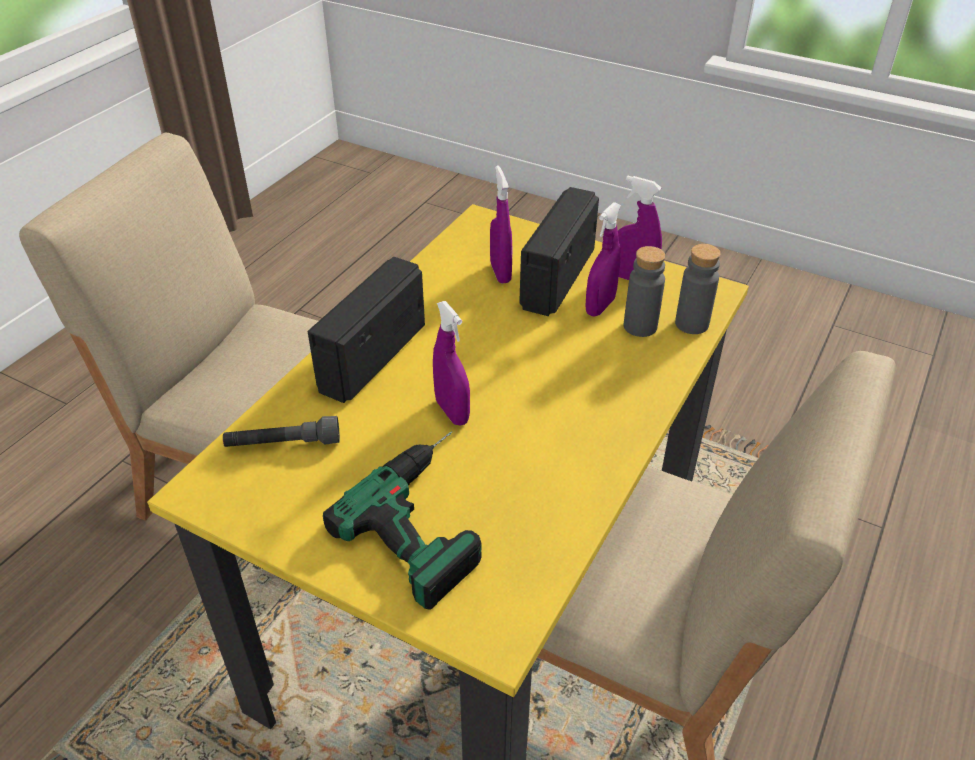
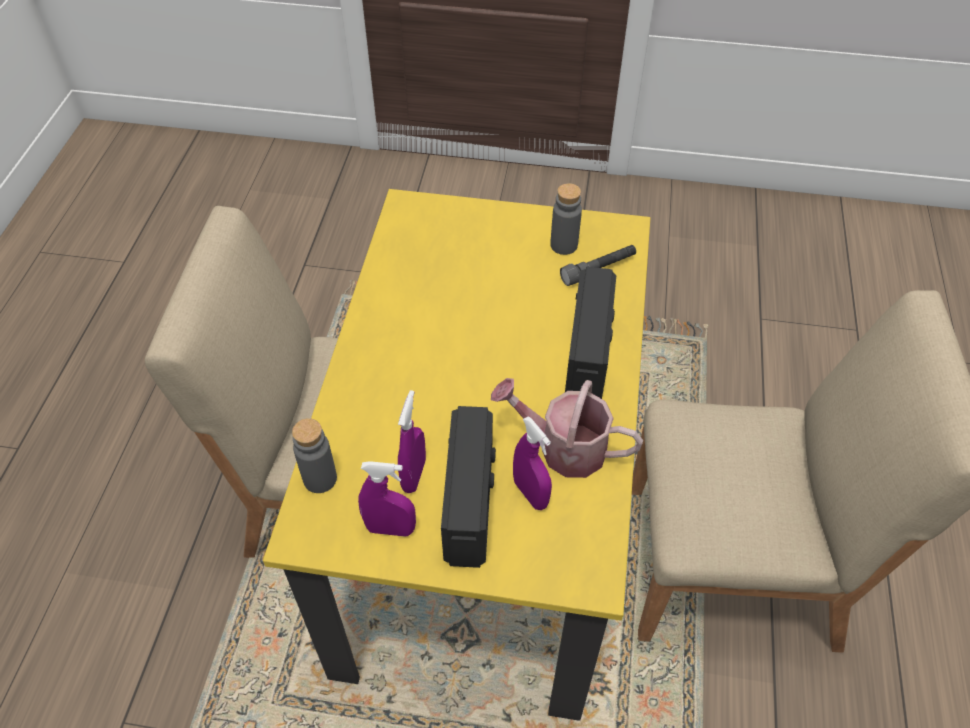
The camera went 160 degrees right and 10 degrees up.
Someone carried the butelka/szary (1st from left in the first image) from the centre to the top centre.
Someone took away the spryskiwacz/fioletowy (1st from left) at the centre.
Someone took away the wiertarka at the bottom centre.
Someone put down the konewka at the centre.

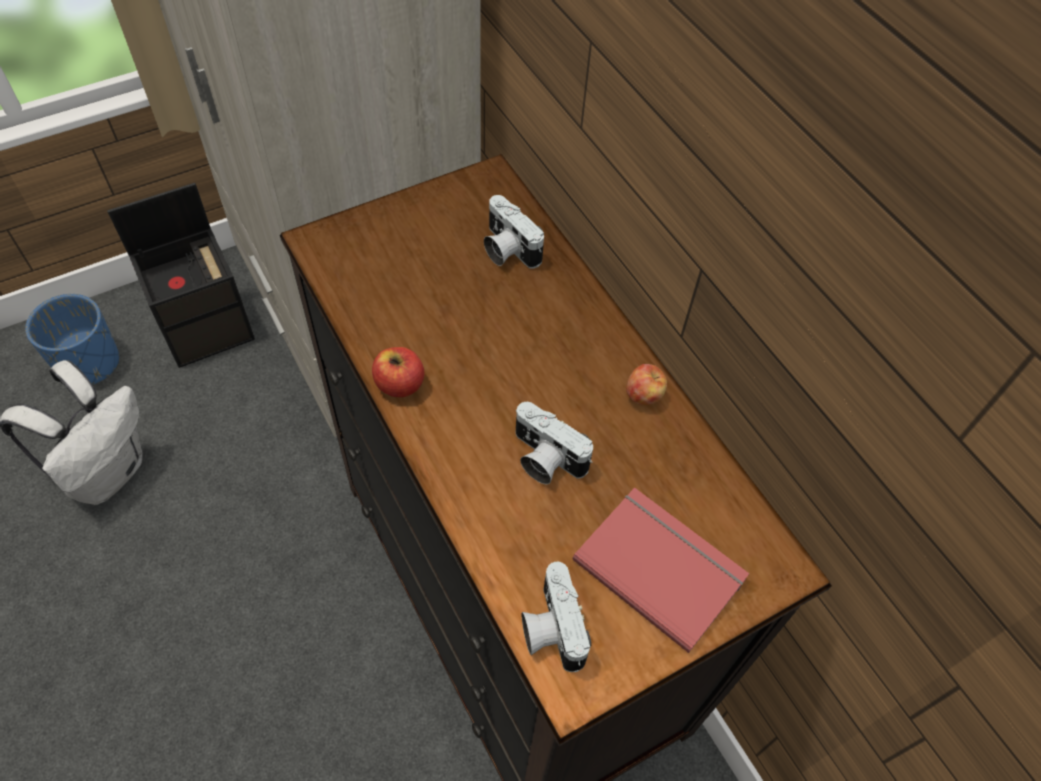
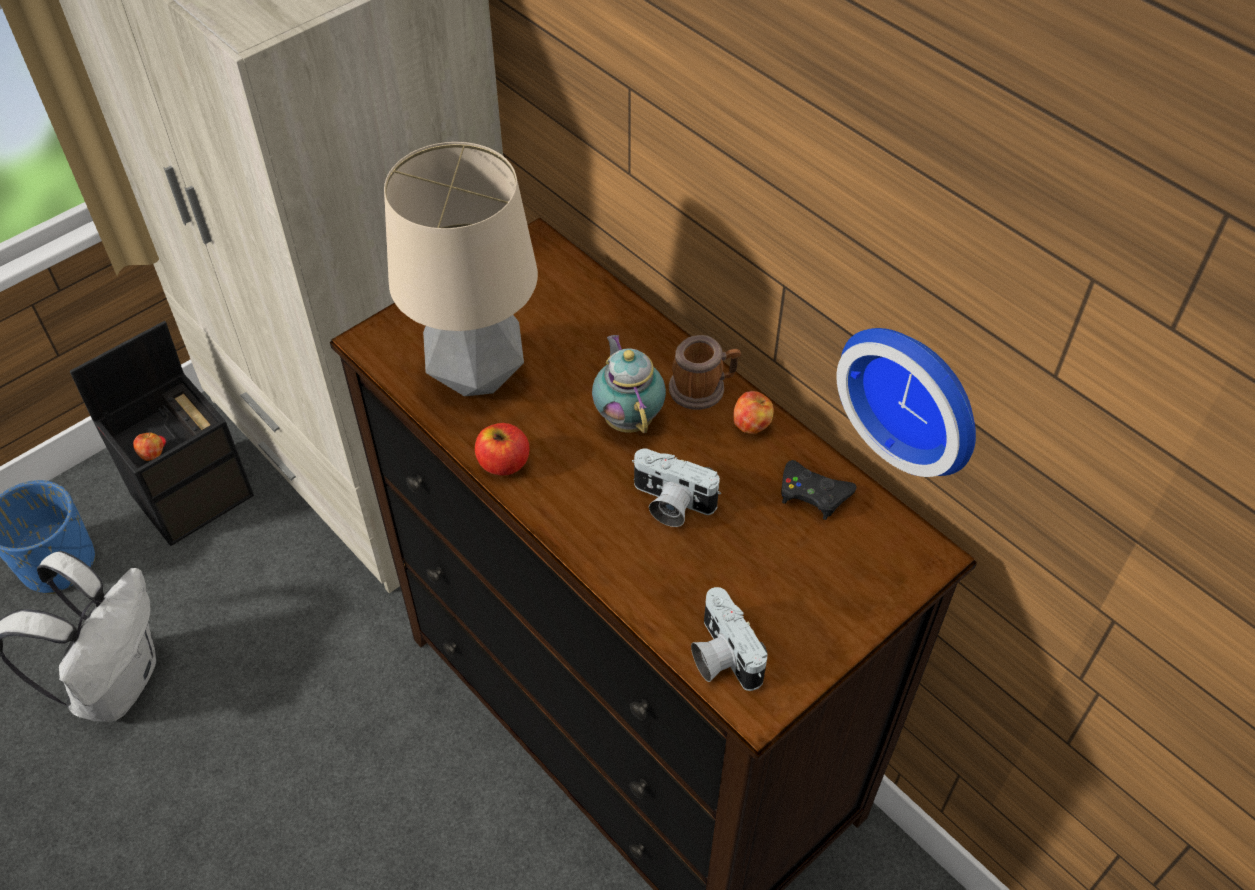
The camera went 10 degrees left and 5 degrees down.
Someone took away the aparat fotograficzny (1st from left) at the top centre.
Someone took away the książka/czerwony at the bottom centre.
Someone put down the lampa stołowa at the top centre.
Someone put up the zegar ścienny at the middle right.
Someone put down the imbryk at the centre.
Someone put down the kubek at the centre.
Someone put down the jabłko (1st from left) at the middle left.
Someone put down the pad do gier/czarny at the centre.

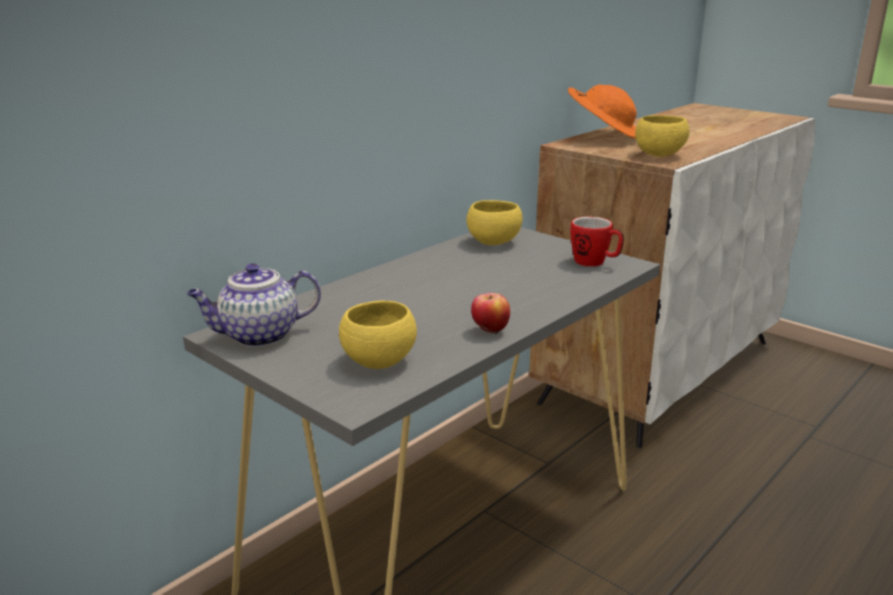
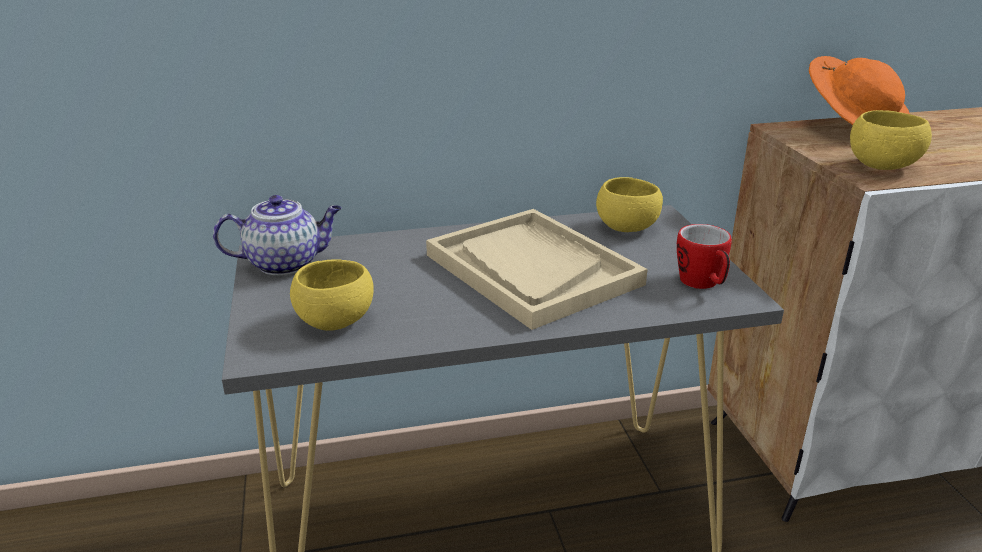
The camera went 35 degrees right and 5 degrees up.
Someone rotated the imbryk at the middle left by 150 degrees clockwise.
Someone took away the jabłko at the centre.
Someone put down the taca/beżowy at the centre.

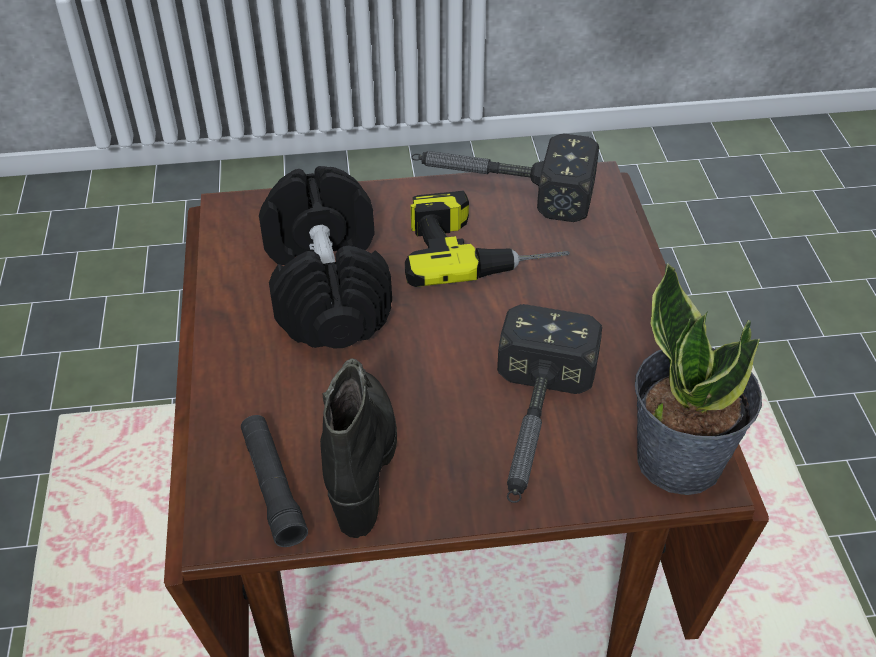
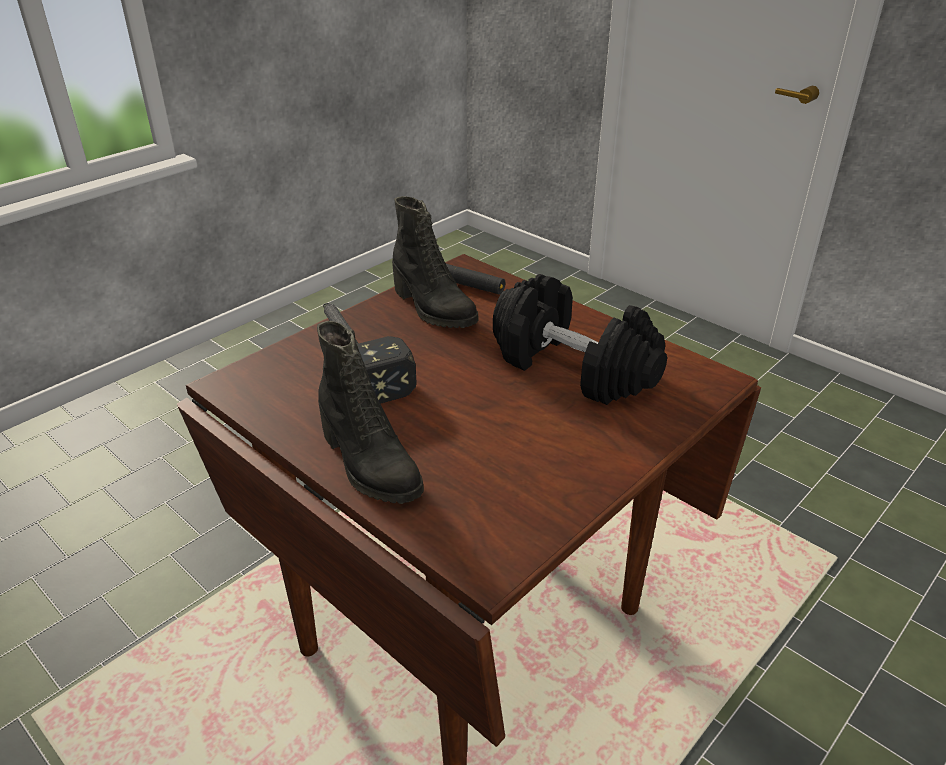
The camera went 140 degrees right and 10 degrees down.
Someone took away the młotek (1st from left) at the top centre.
Someone took away the wiertarka at the centre.
Someone took away the roślina doniczkowa at the middle right.
Someone put down the but z cholewką/czarny (1st from left) at the centre.

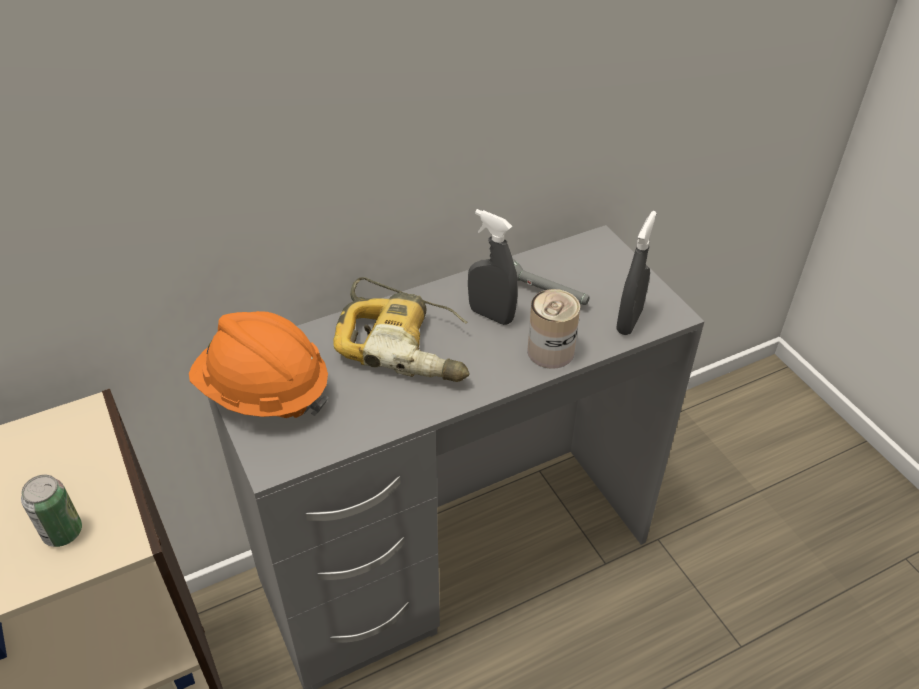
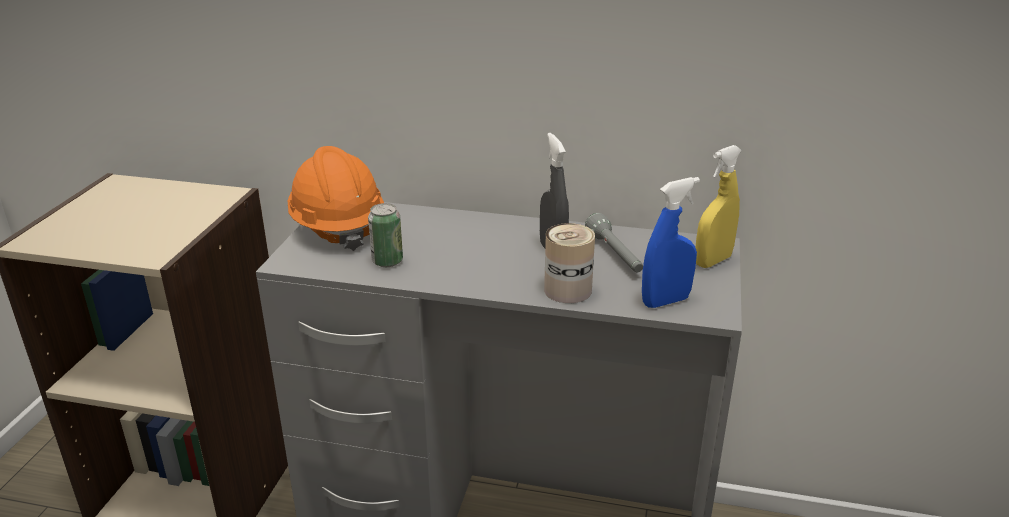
The camera went 40 degrees right and 15 degrees down.
Someone repainted the spryskiwacz/szary (2nd from left) at the middle right, which became the spryskiwacz/niebieski at the centre.
Someone took away the wiertarka at the centre.
Someone carried the puszka (1st from left) from the bottom left to the centre.
Someone put down the spryskiwacz/żółty at the middle right.

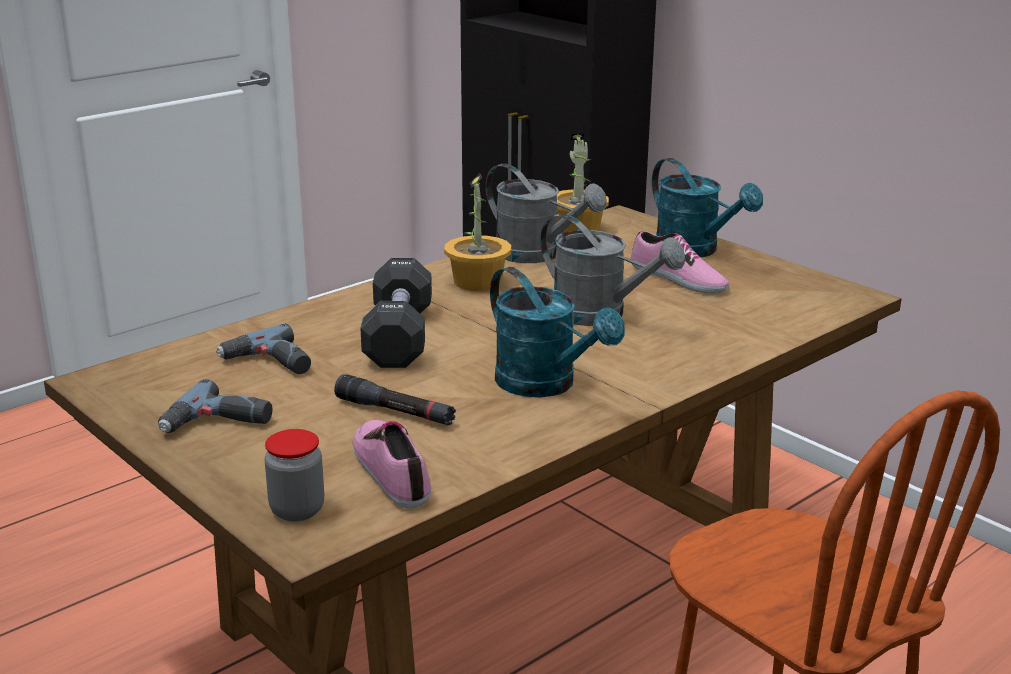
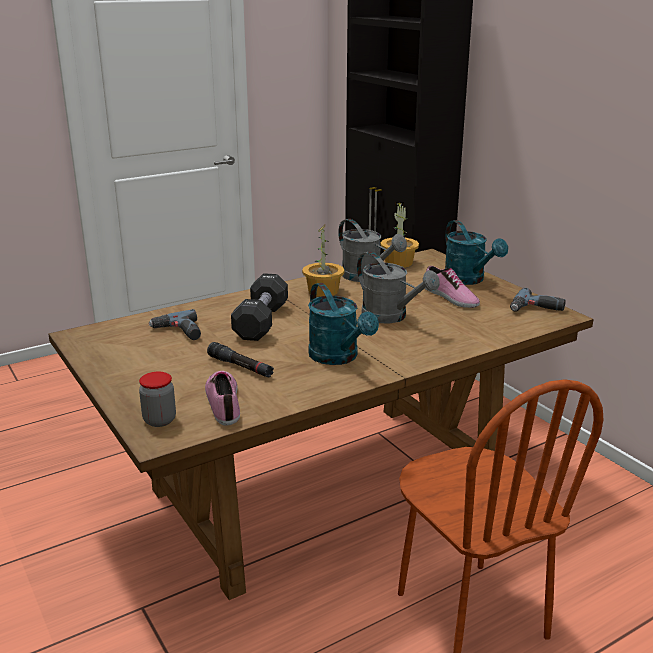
The camera went 10 degrees right and 0 degrees up.
Someone carried the wiertarka (1st from left in the first image) from the middle left to the middle right.

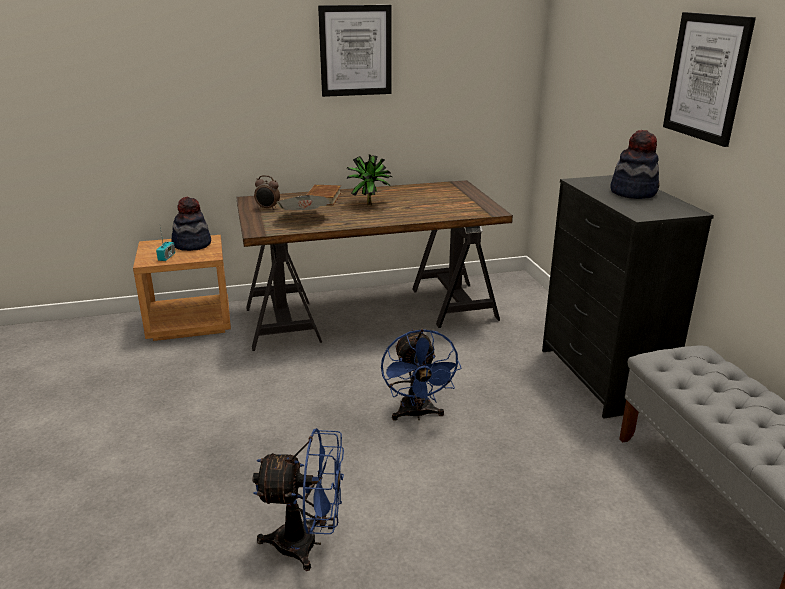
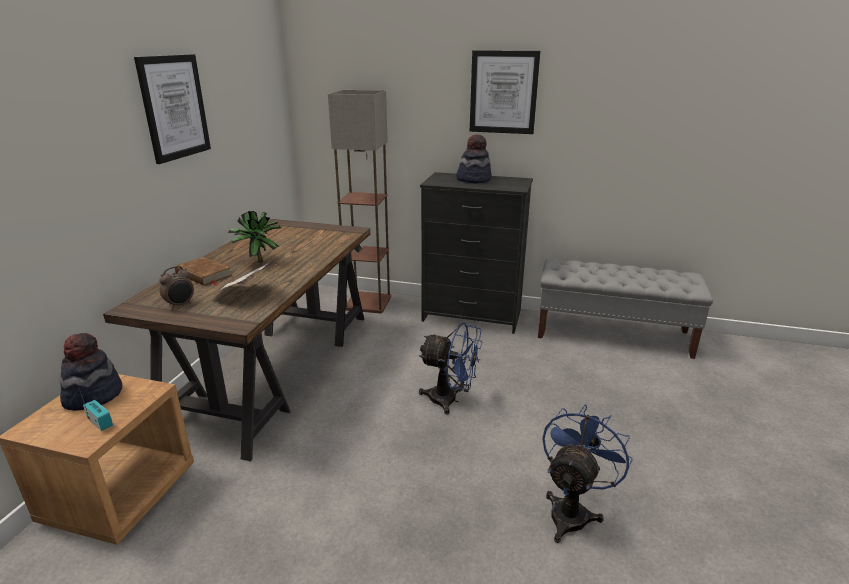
The camera went 60 degrees left and 0 degrees up.
Someone put down the lampa stojąca at the centre.

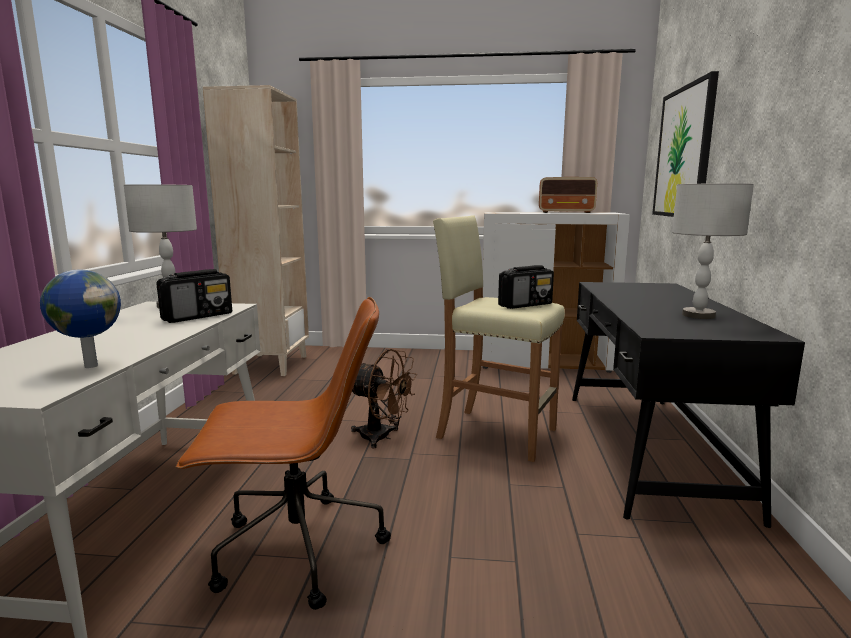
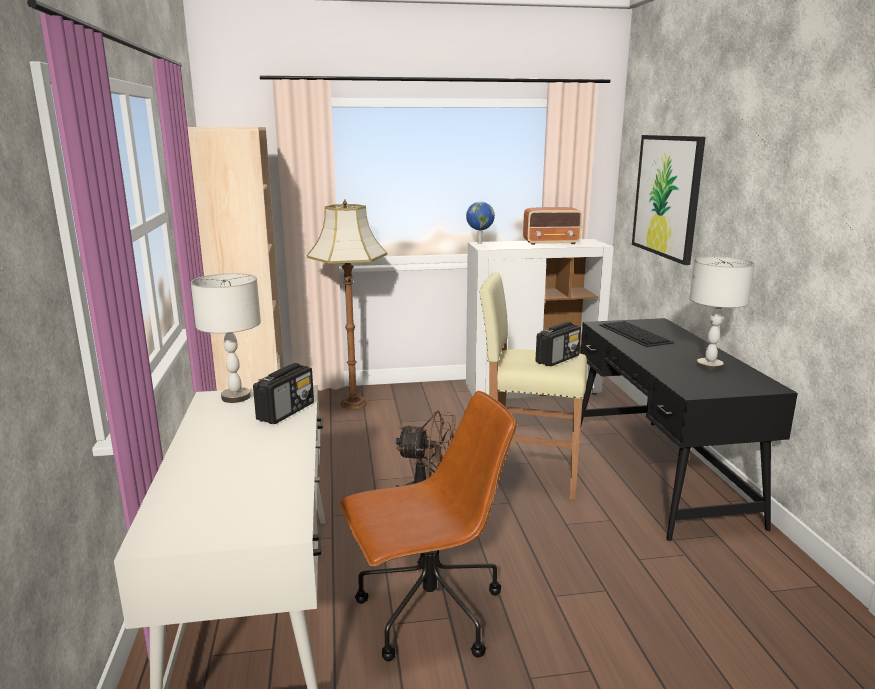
The camera went 15 degrees left and 5 degrees up.
Someone carried the globus from the middle left to the top centre.
Someone put down the lampa stojąca at the centre.
Someone put down the klawiatura at the middle right.

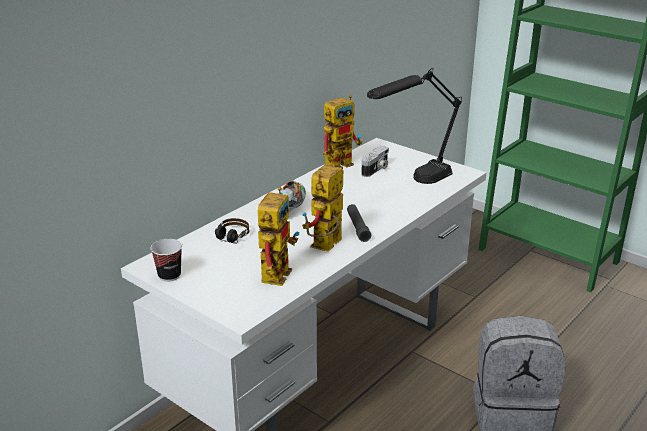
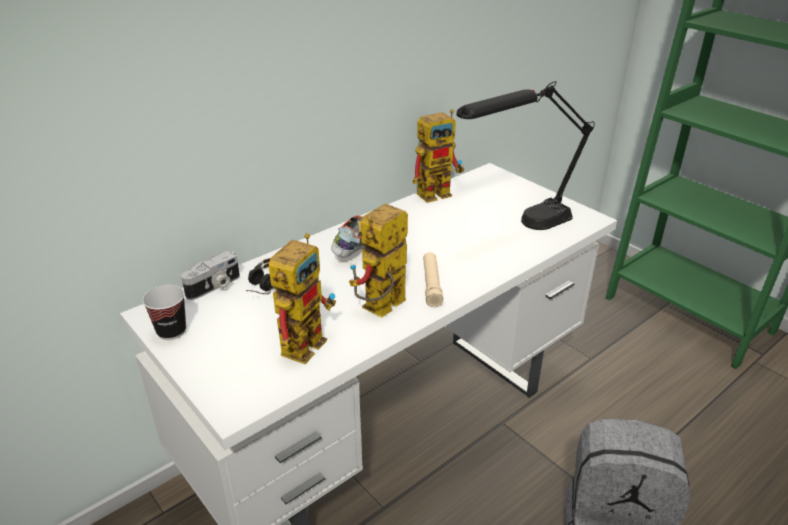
The camera went 10 degrees right and 5 degrees up.
Someone carried the aparat fotograficzny from the centre to the middle left.
Someone repainted the latarka/czarny at the centre, which became the latarka/beżowy at the centre.

